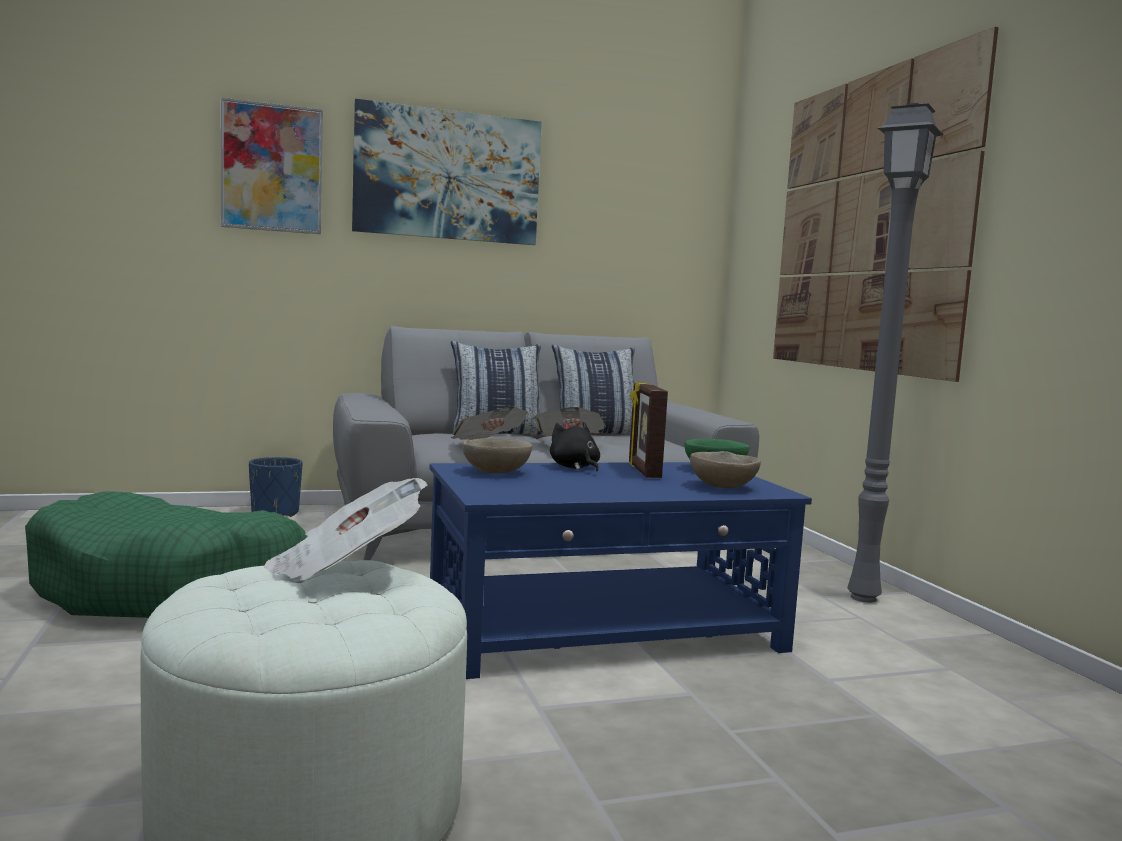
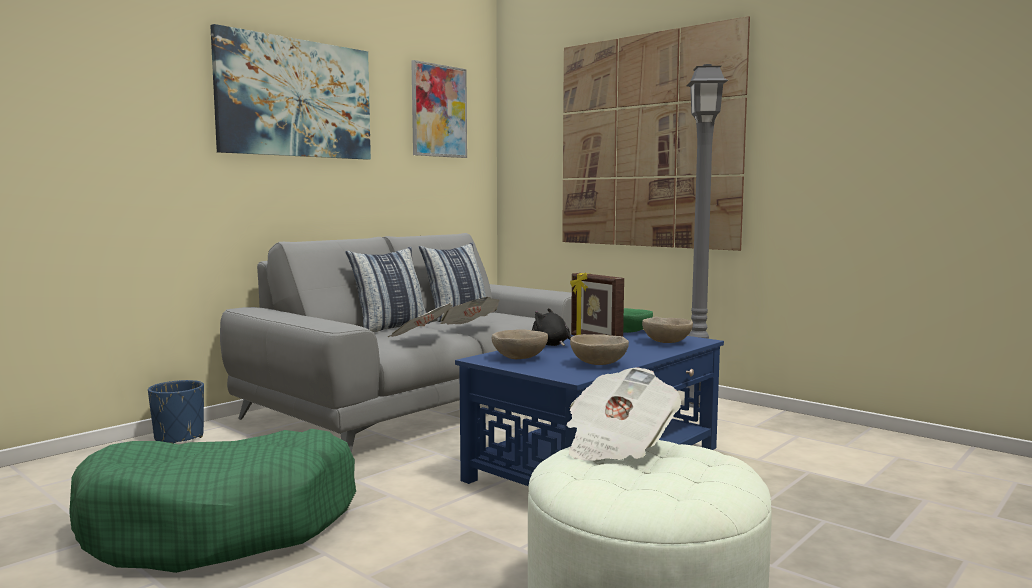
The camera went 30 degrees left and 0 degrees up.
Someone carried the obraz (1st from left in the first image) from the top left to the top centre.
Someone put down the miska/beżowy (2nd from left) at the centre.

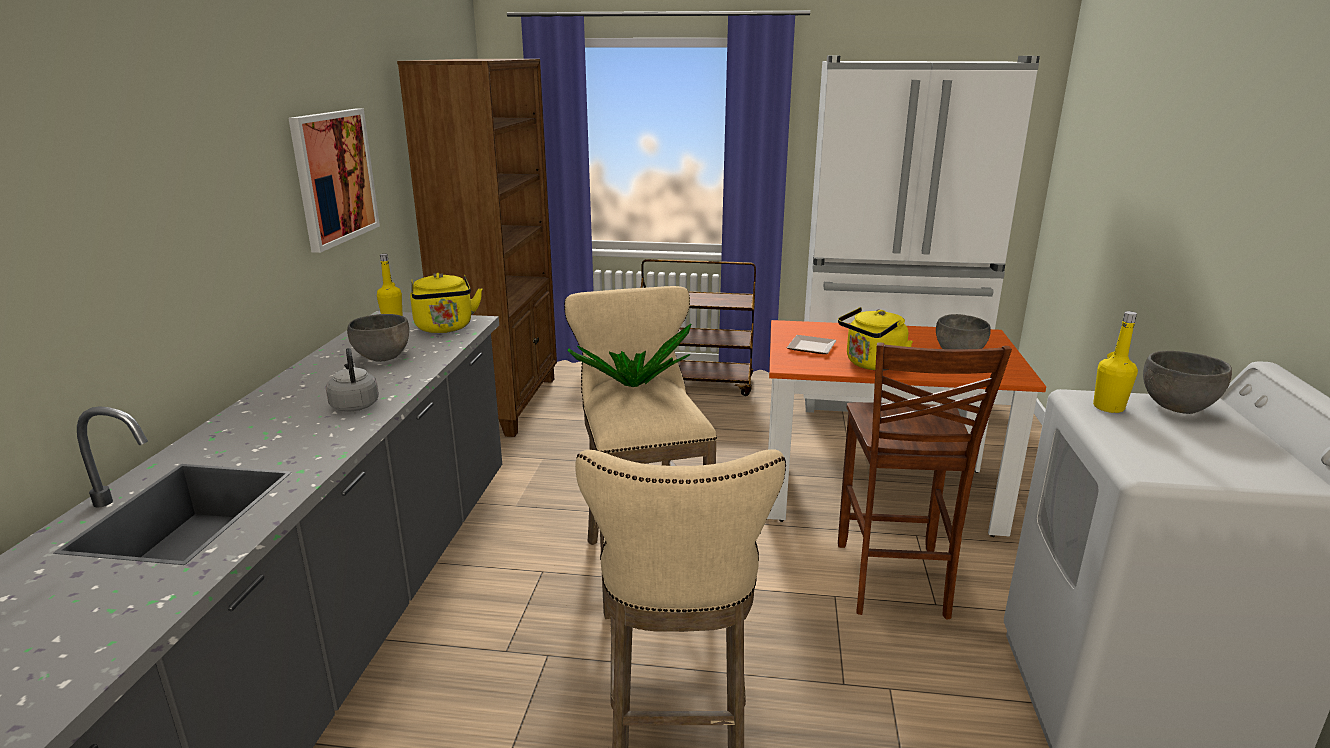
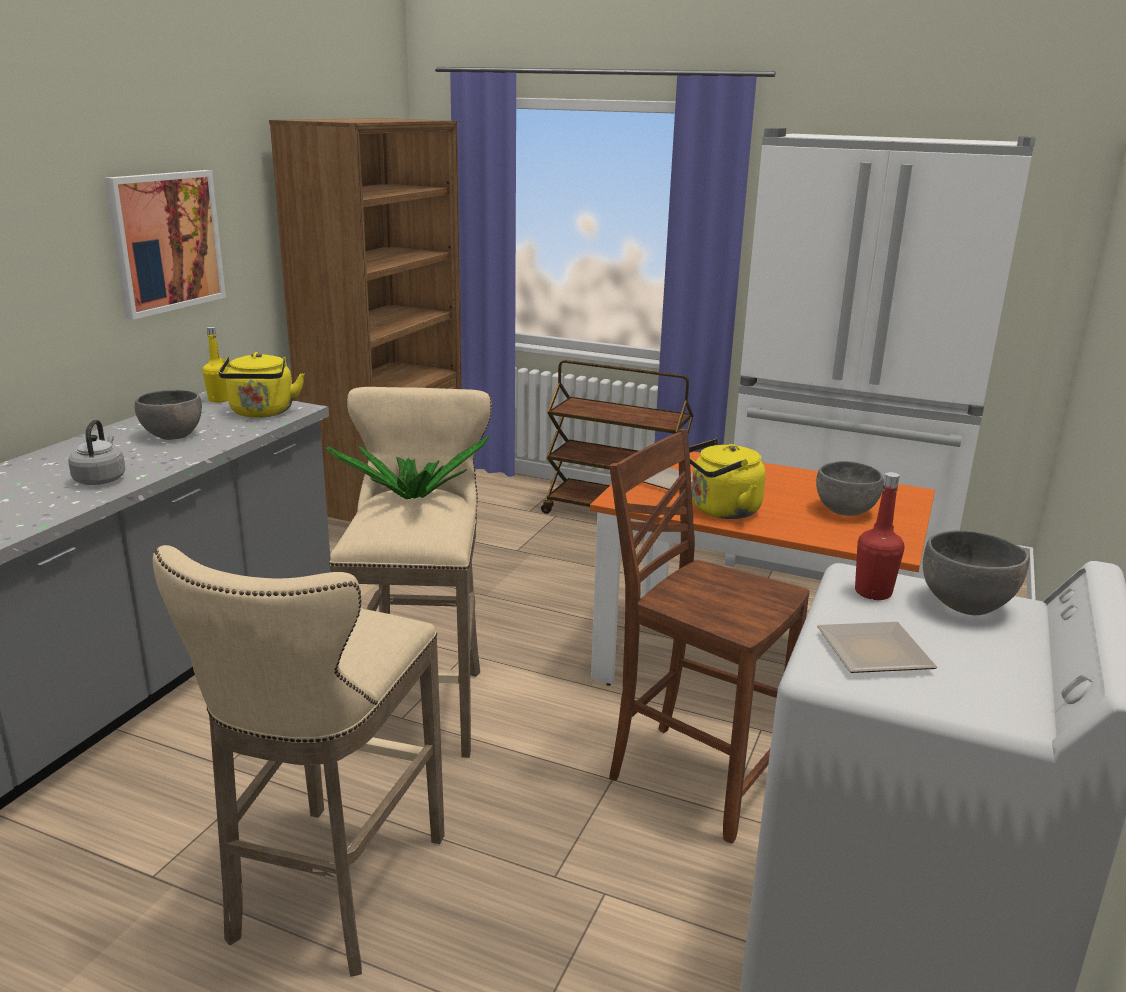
The camera went 15 degrees right and 0 degrees up.
Someone repainted the butelka/żółty (2nd from left) at the middle right, which became the butelka/czerwony at the middle right.
Someone rotated the krzesło/brązowy at the middle right by 105 degrees clockwise.
Someone put down the talerz (2nd from left) at the middle right.

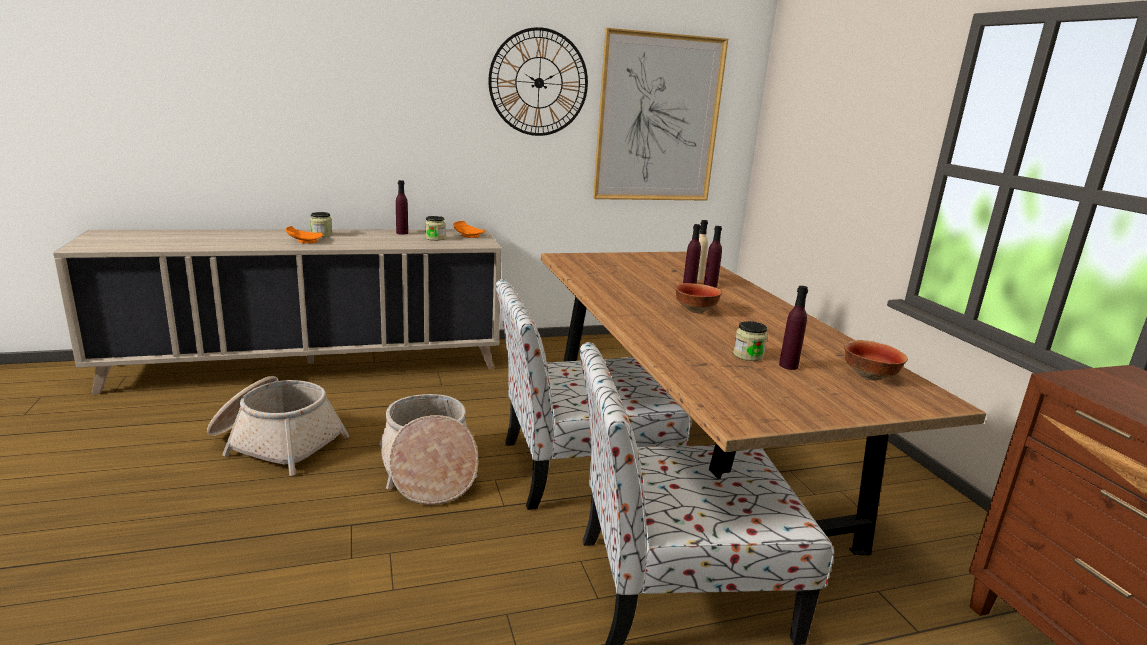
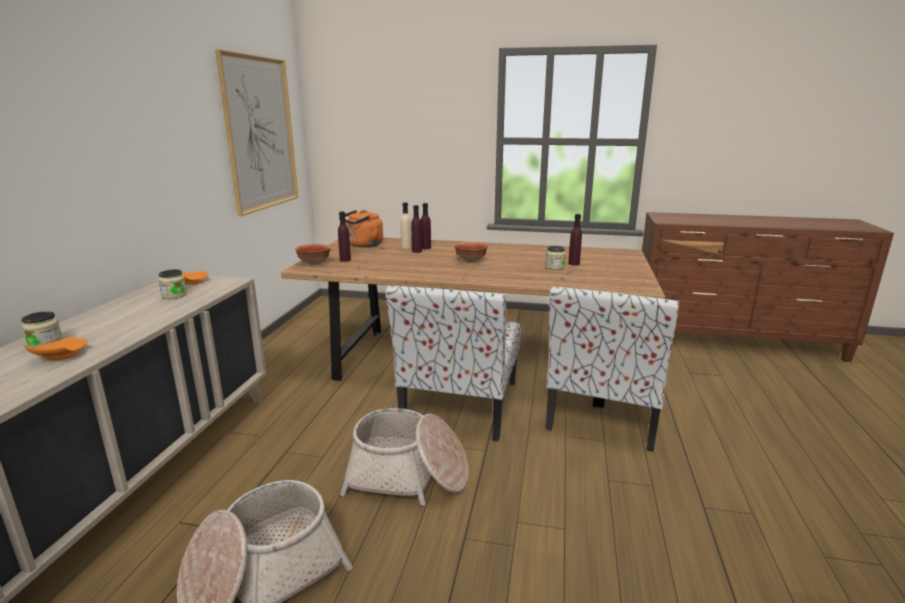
The camera went 60 degrees left and 0 degrees up.
Someone took away the zegar ścienny at the top centre.
Someone carried the butelka/fioletowy (1st from left) from the top centre to the centre.
Someone carried the miska (2nd from left in the first image) from the middle right to the centre.
Someone put down the czajnik/pomarańczowy at the centre.

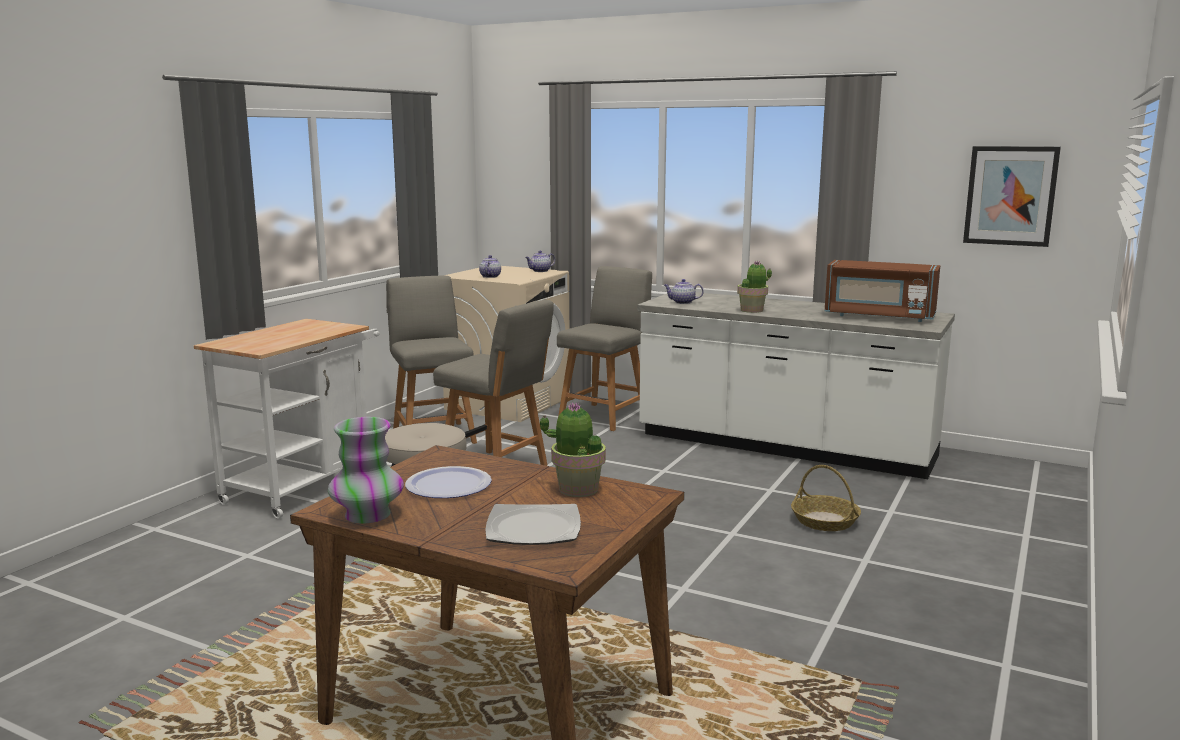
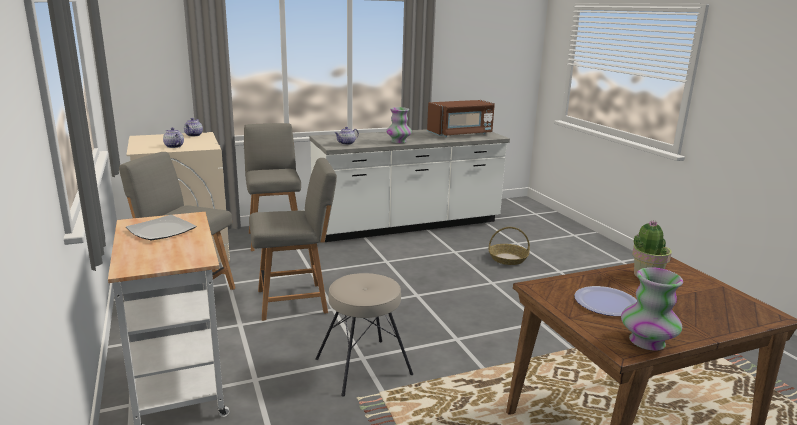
The camera went 50 degrees left and 5 degrees up.
Someone took away the obraz at the top right.
Someone swapped the roślina doniczkowa (2nd from left) at the centre for the wazon (1st from left) at the top centre.
Someone carried the talerz (2nd from left in the first image) from the bottom centre to the middle left.

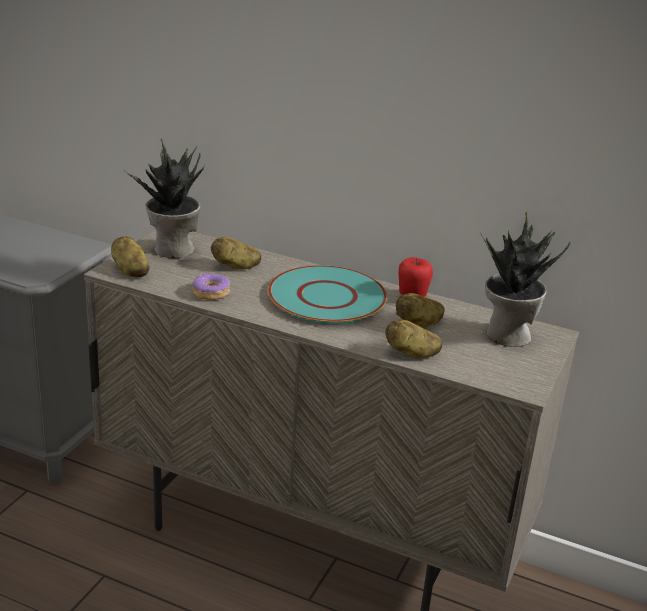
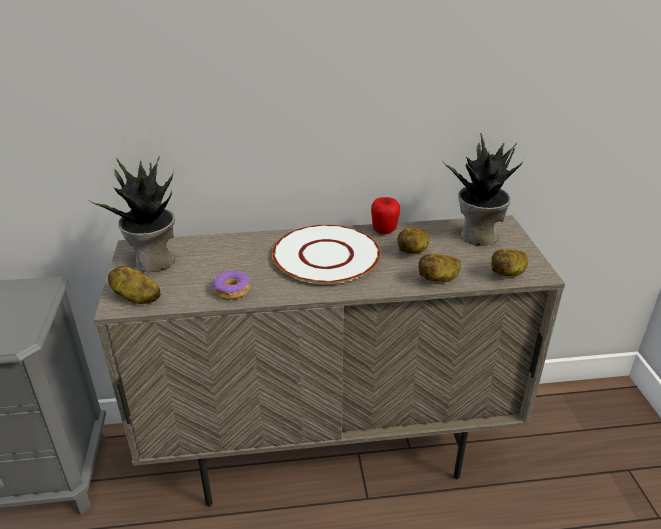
The camera went 30 degrees left and 5 degrees up.
Someone carried the ziemniak (2nd from left in the first image) from the centre to the middle right.
Someone repainted the talerz/turkusowy at the centre, which became the talerz/biały at the centre.

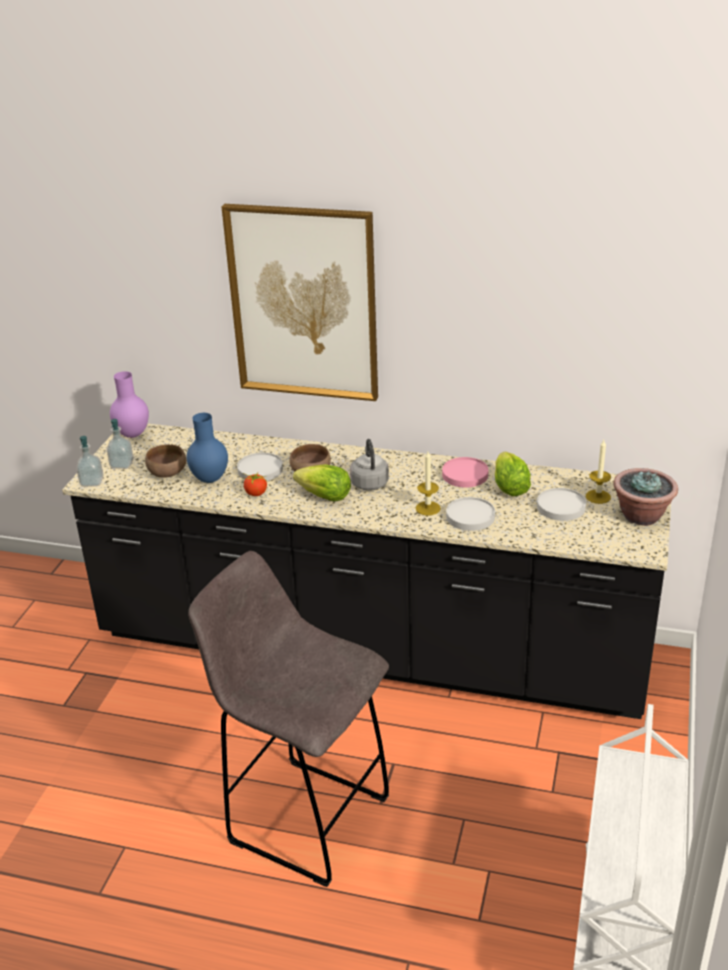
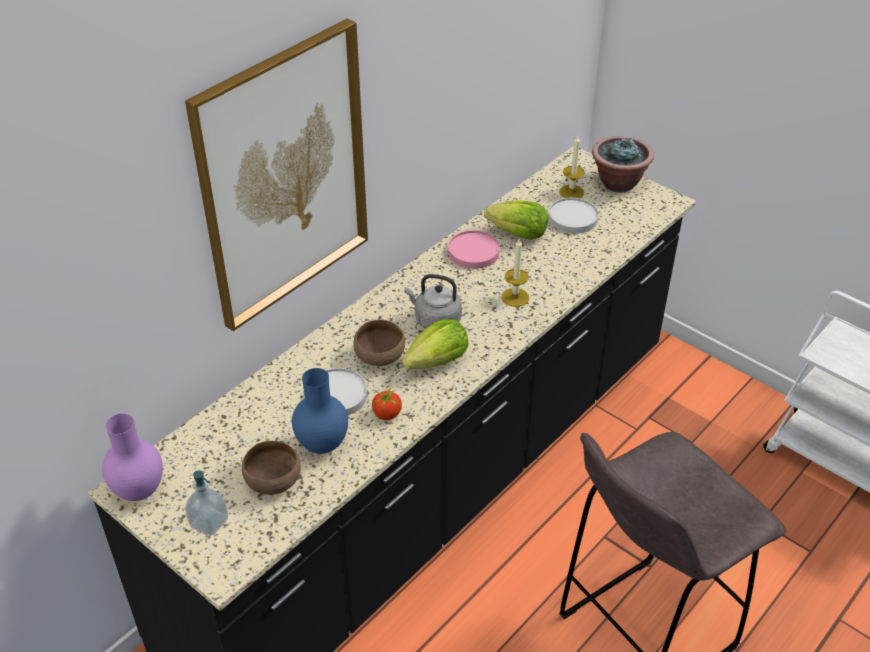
The camera went 65 degrees left and 10 degrees up.
Someone took away the dozownik mydła (1st from left) at the middle left.
Someone took away the talerz/biały (2nd from left) at the centre.

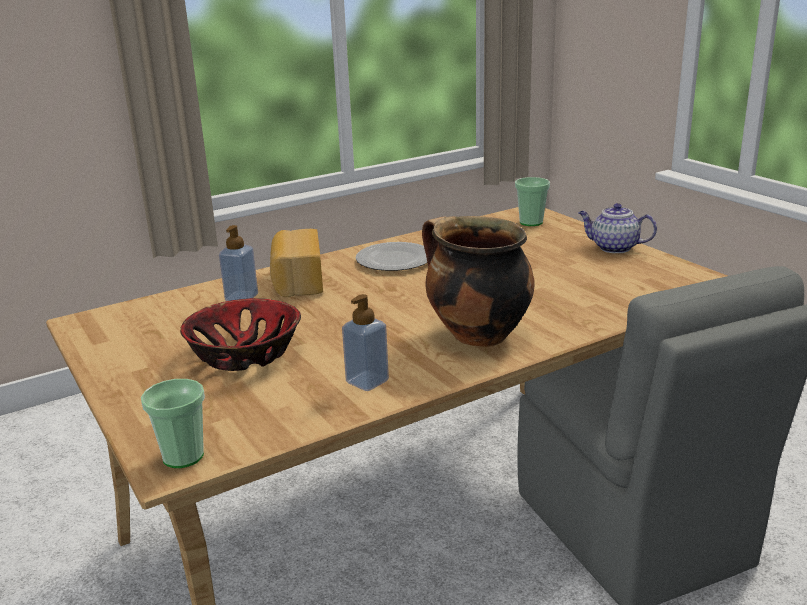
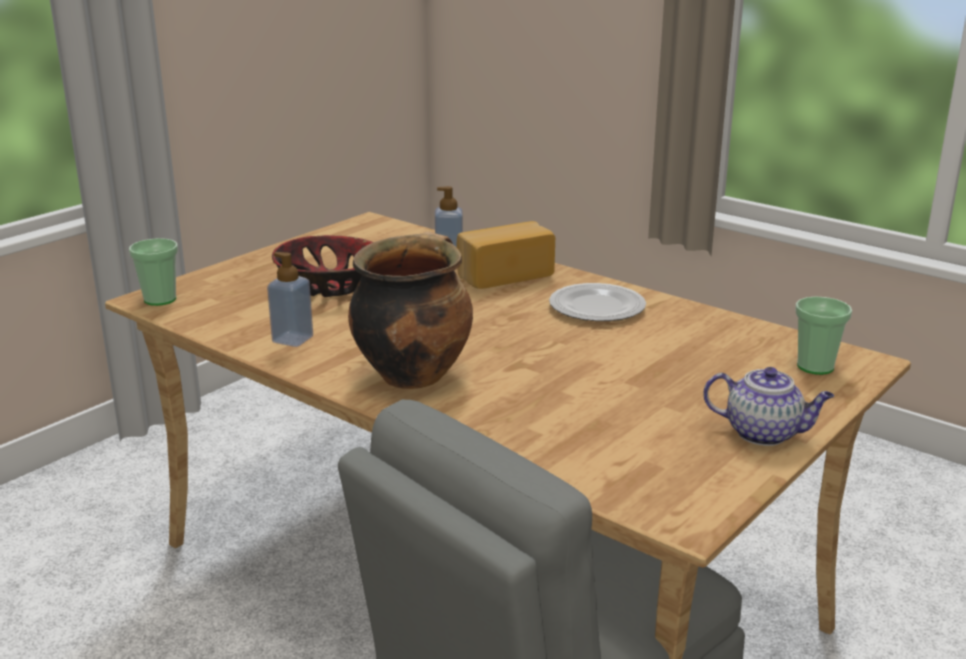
The camera went 70 degrees right and 0 degrees up.
Someone rotated the imbryk at the middle right by 105 degrees clockwise.

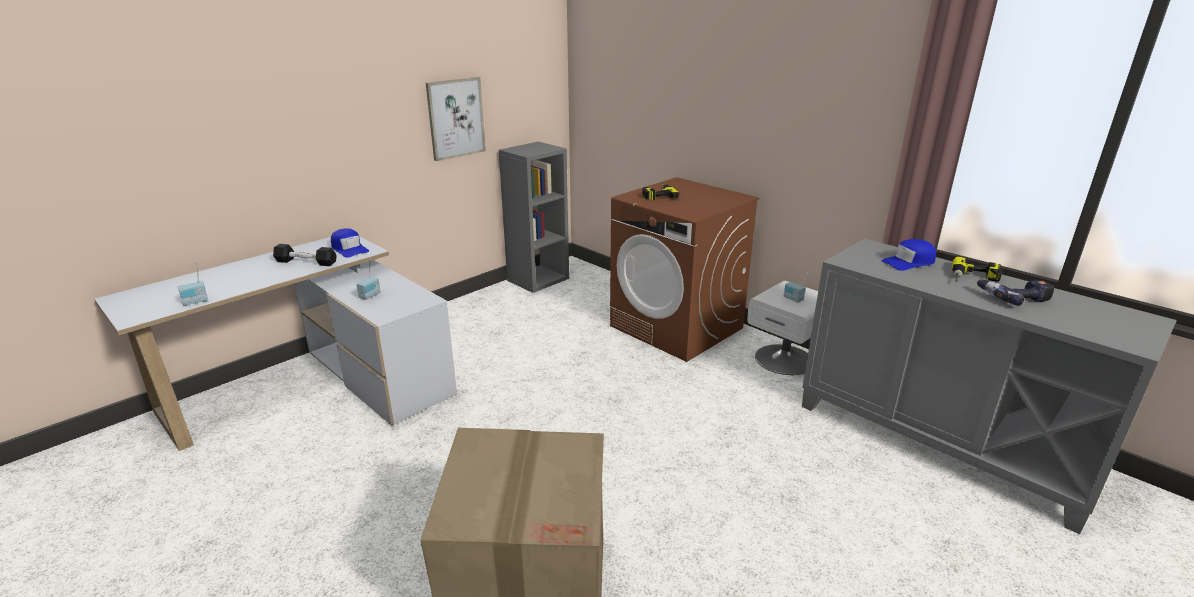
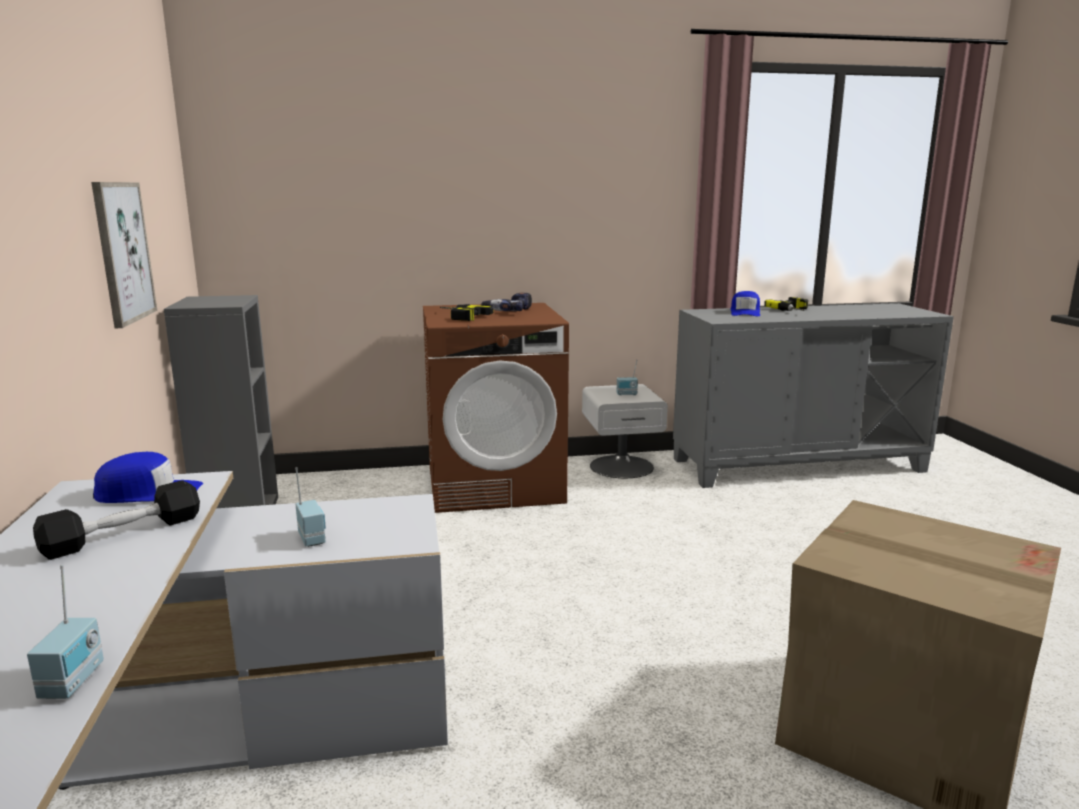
The camera went 55 degrees left and 10 degrees down.
Someone carried the wiertarka (3rd from left in the first image) from the middle right to the centre.

